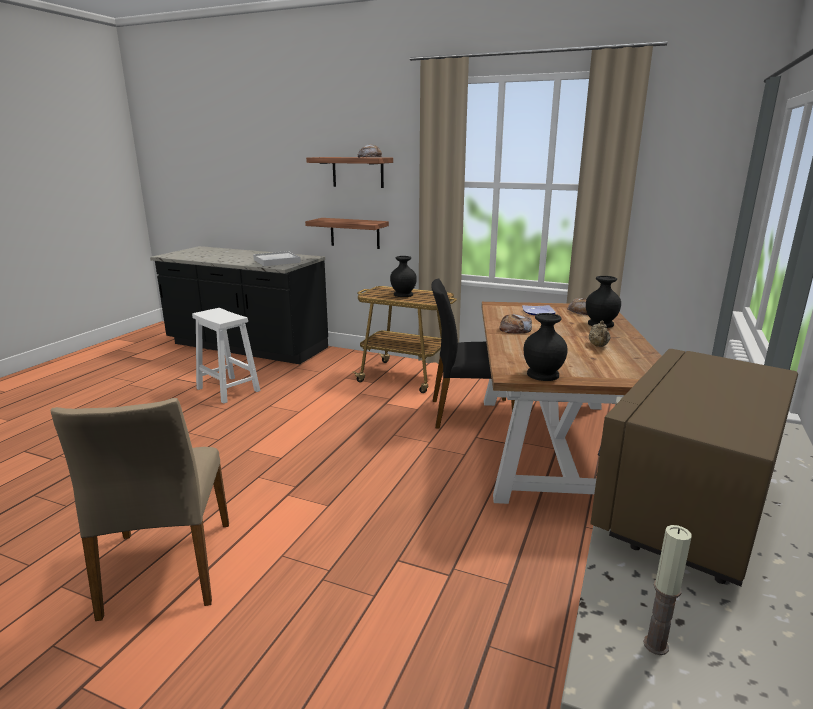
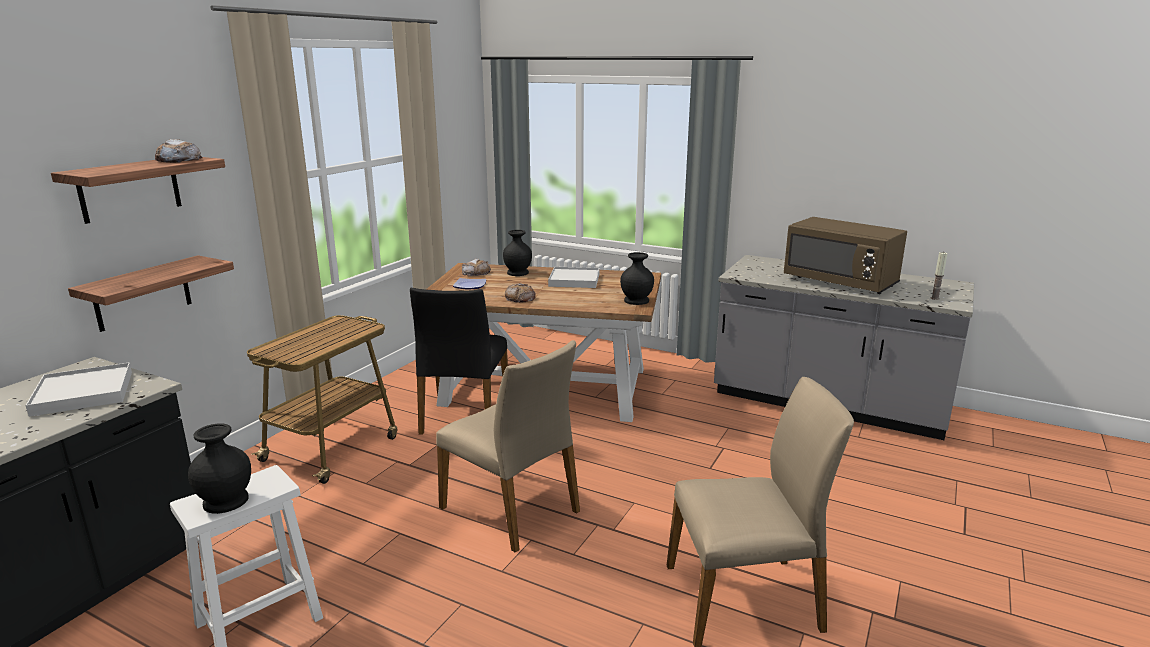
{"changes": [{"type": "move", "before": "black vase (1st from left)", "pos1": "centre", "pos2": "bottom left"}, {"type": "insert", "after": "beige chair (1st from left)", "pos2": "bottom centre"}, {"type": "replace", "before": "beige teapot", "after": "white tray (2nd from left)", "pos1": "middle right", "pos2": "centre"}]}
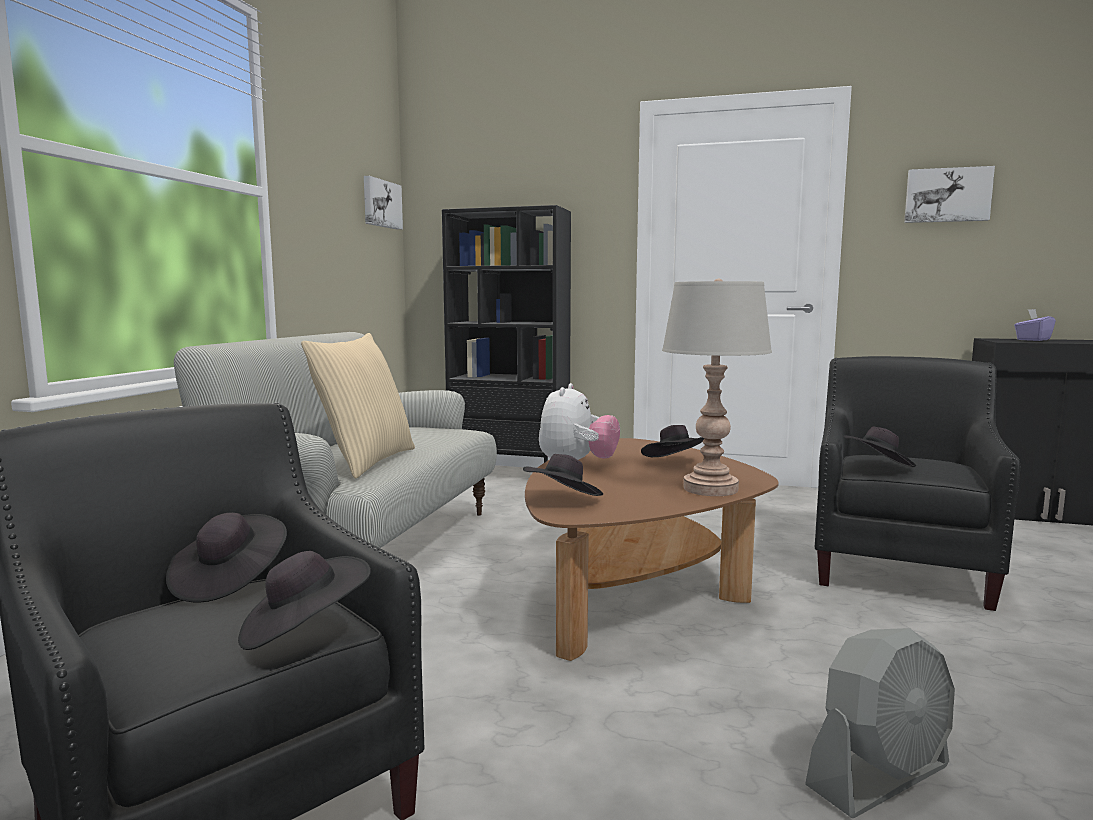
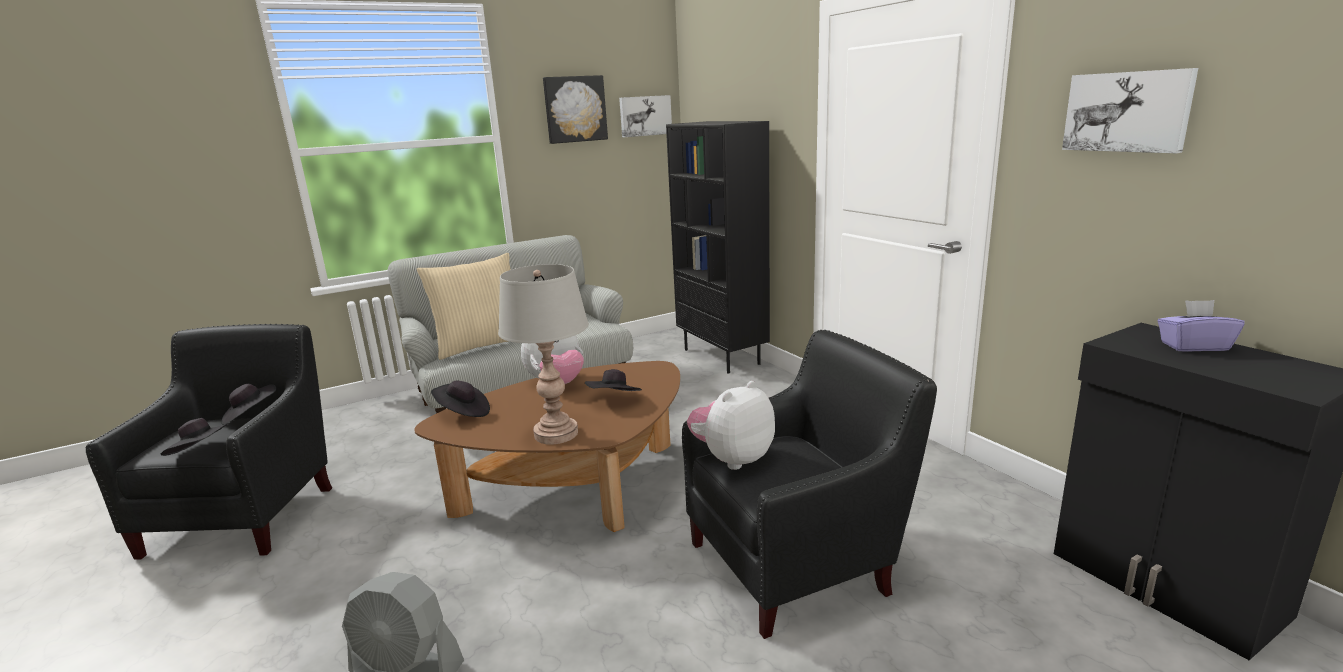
{"changes": [{"type": "insert", "after": "picture (1st from left)", "pos2": "top centre"}, {"type": "replace", "before": "black hat (5th from left)", "after": "plush toy (2nd from left)", "pos1": "middle right", "pos2": "centre"}]}
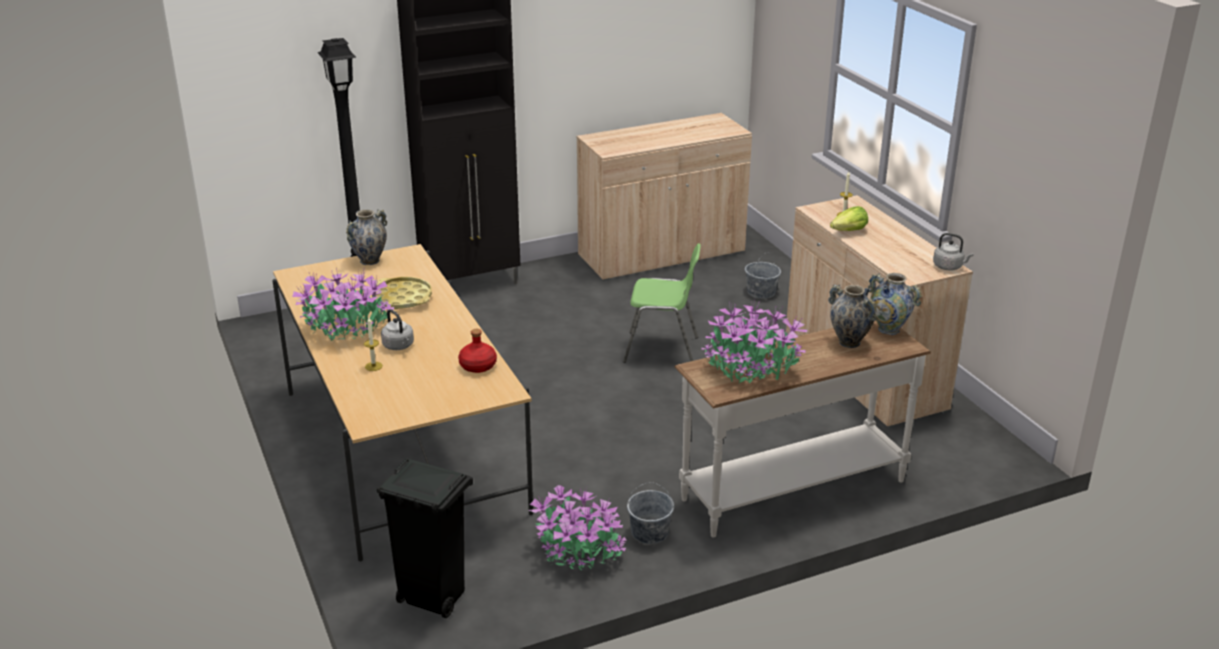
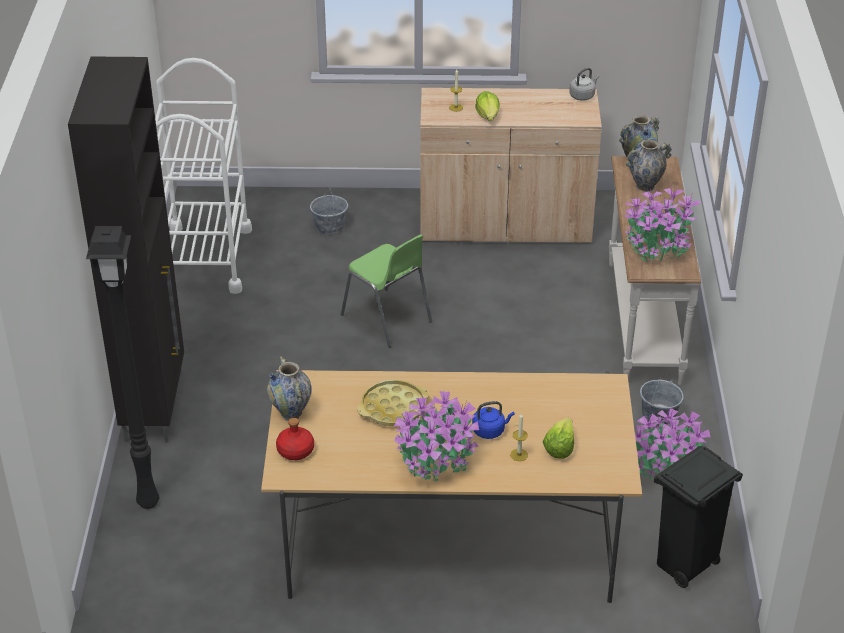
{"changes": [{"type": "replace", "before": "beige cabinet (1st from left)", "after": "white cart", "pos1": "top centre", "pos2": "top left"}, {"type": "move", "before": "red bottle", "pos1": "centre", "pos2": "bottom centre"}, {"type": "rotate", "before": "green chair", "pos1": "centre", "pos2": "centre", "turn": 105}, {"type": "recolor", "before": "grey kettle (1st from left)", "after": "blue kettle", "pos1": "middle left", "pos2": "centre"}, {"type": "insert", "after": "lettuce (2nd from left)", "pos2": "bottom centre"}]}
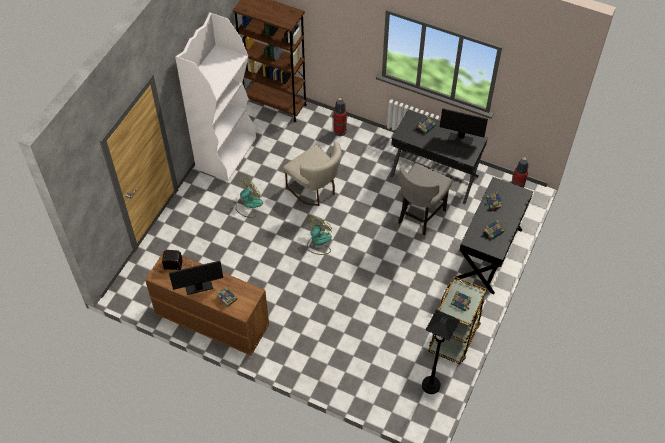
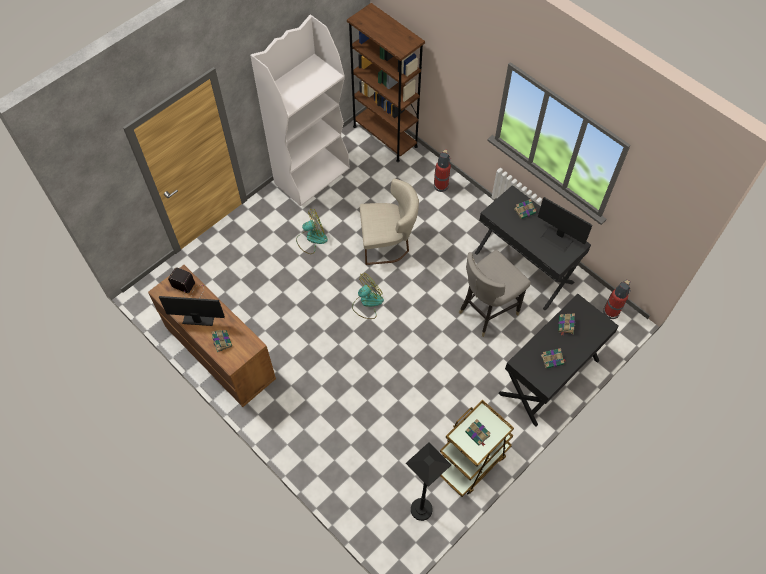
{"changes": [{"type": "rotate", "before": "beige chair", "pos1": "centre", "pos2": "centre", "turn": -75}]}
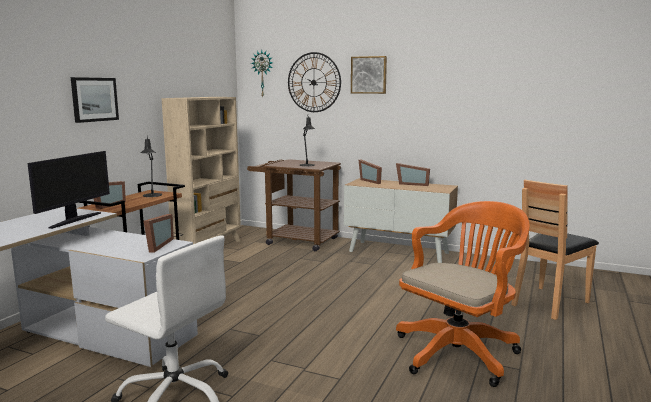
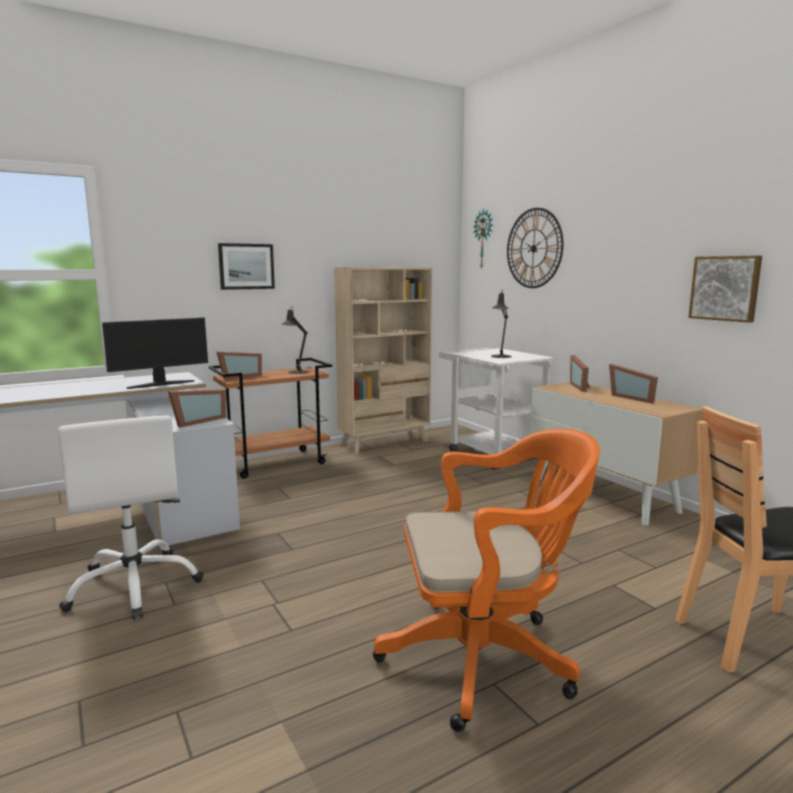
{"changes": [{"type": "recolor", "before": "brown cart (2nd from left)", "after": "white cart", "pos1": "centre", "pos2": "centre"}, {"type": "move", "before": "picture (2nd from left)", "pos1": "top centre", "pos2": "middle right"}]}
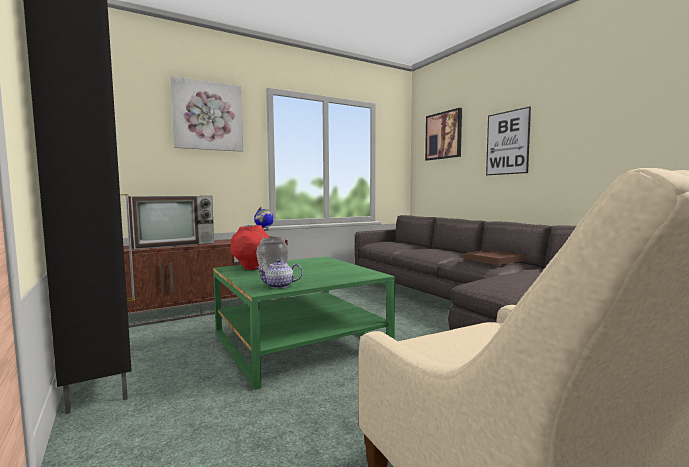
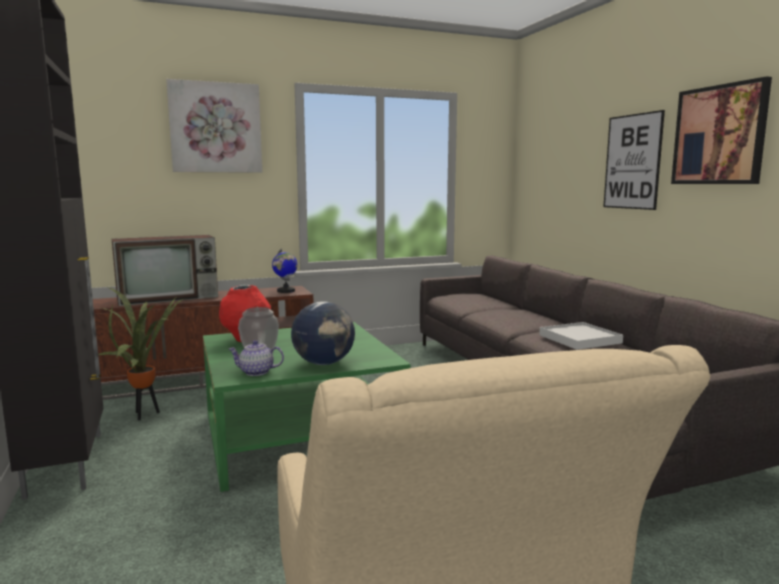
{"changes": [{"type": "insert", "after": "potted plant", "pos2": "middle left"}, {"type": "insert", "after": "globe (2nd from left)", "pos2": "centre"}, {"type": "recolor", "before": "brown tray", "after": "white tray", "pos1": "middle right", "pos2": "middle right"}, {"type": "move", "before": "picture (2nd from left in the first image)", "after": "picture (3rd from left)", "pos1": "top centre", "pos2": "top right"}]}
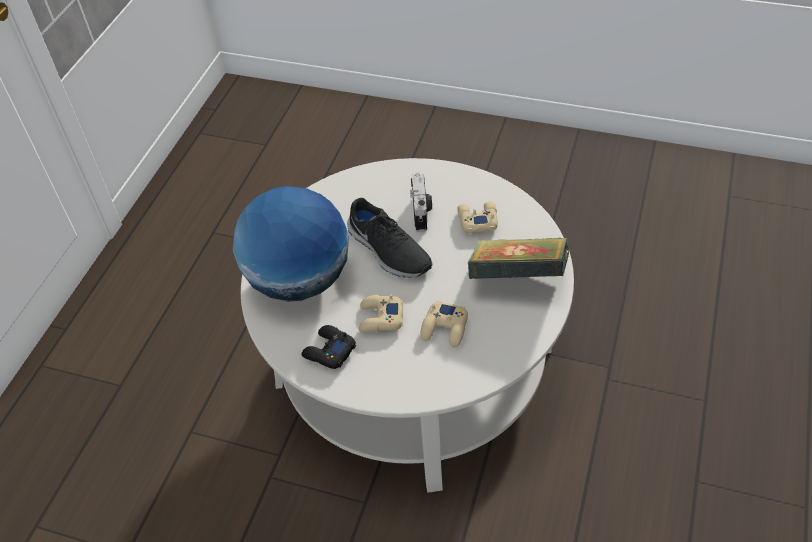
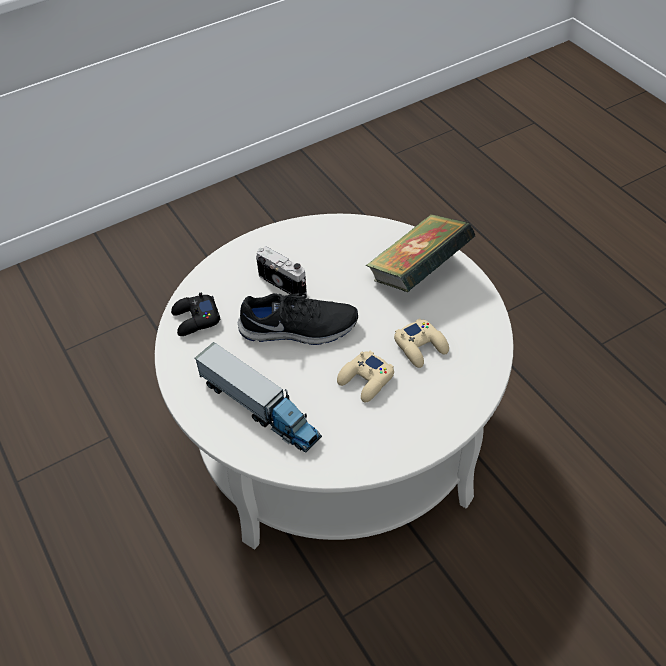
{"changes": [{"type": "move", "before": "black game controller", "pos1": "centre", "pos2": "middle left"}, {"type": "replace", "before": "globe", "after": "toy truck", "pos1": "centre", "pos2": "centre"}, {"type": "delete", "before": "beige game controller (3rd from left)", "pos1": "centre"}]}
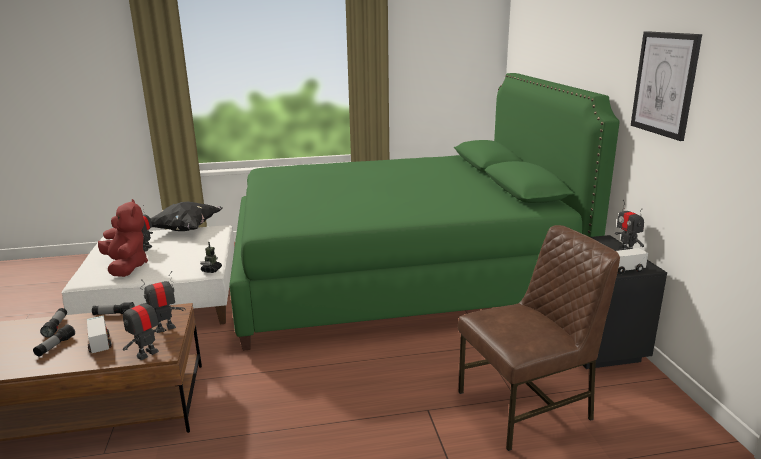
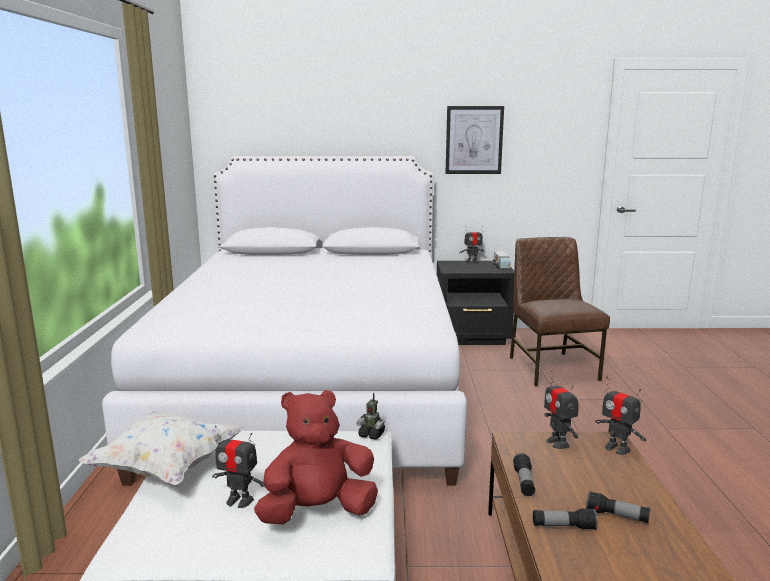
{"changes": [{"type": "recolor", "before": "black pillow", "after": "white pillow", "pos1": "middle left", "pos2": "bottom left"}, {"type": "recolor", "before": "green bed", "after": "white bed", "pos1": "centre", "pos2": "centre"}, {"type": "delete", "before": "toy truck (1st from left)", "pos1": "bottom left"}]}
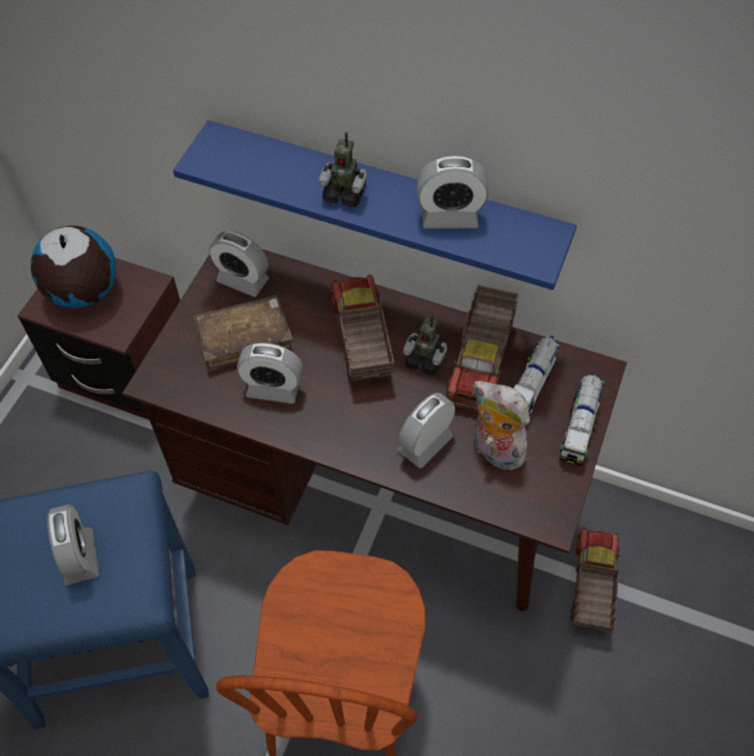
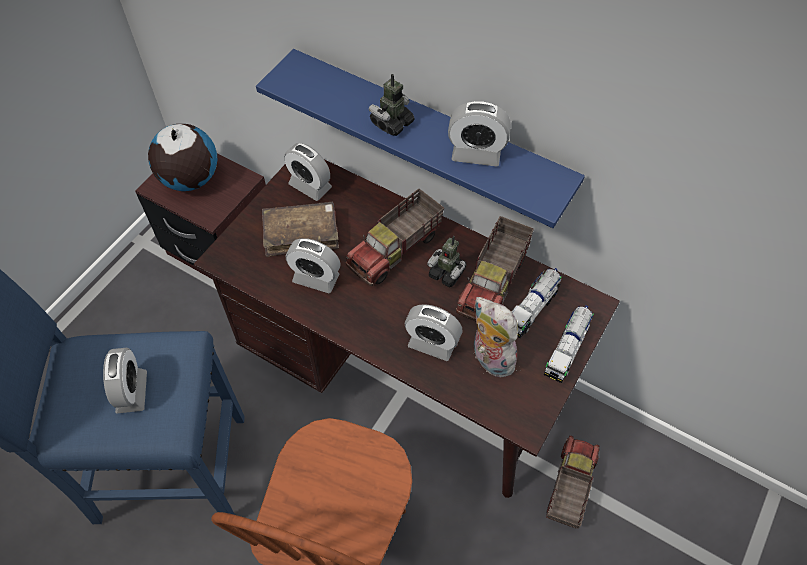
{"changes": [{"type": "rotate", "before": "toy truck (1st from left)", "pos1": "centre", "pos2": "centre", "turn": -135}, {"type": "rotate", "before": "toy robot (1st from left)", "pos1": "top centre", "pos2": "top centre", "turn": 105}, {"type": "rotate", "before": "alarm clock (4th from left)", "pos1": "centre", "pos2": "centre", "turn": -120}]}
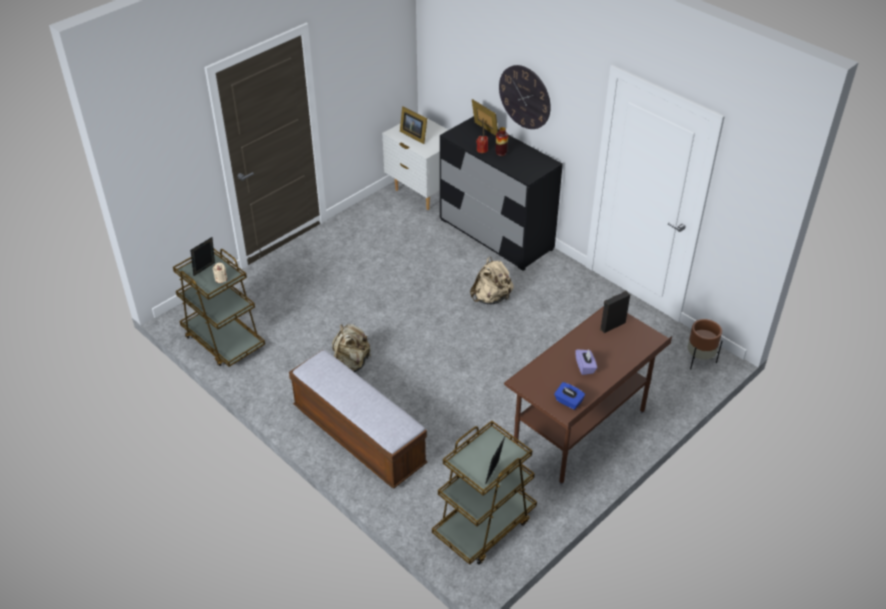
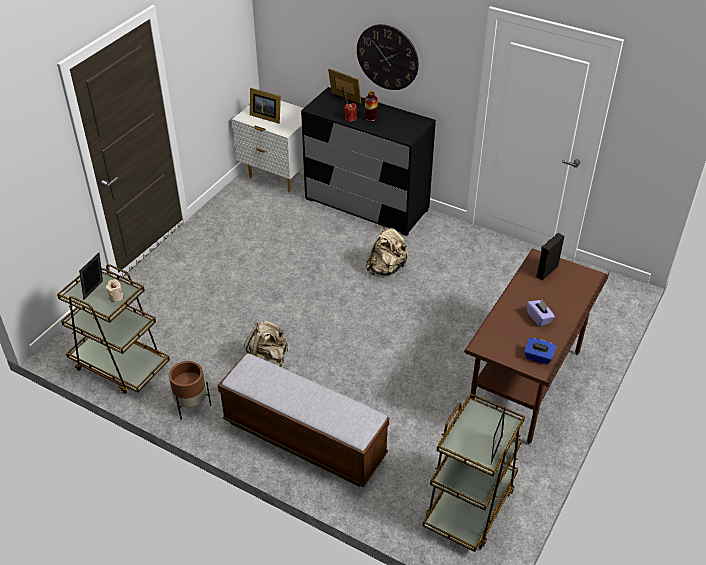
{"changes": [{"type": "move", "before": "brown planter", "pos1": "middle right", "pos2": "bottom left"}]}
